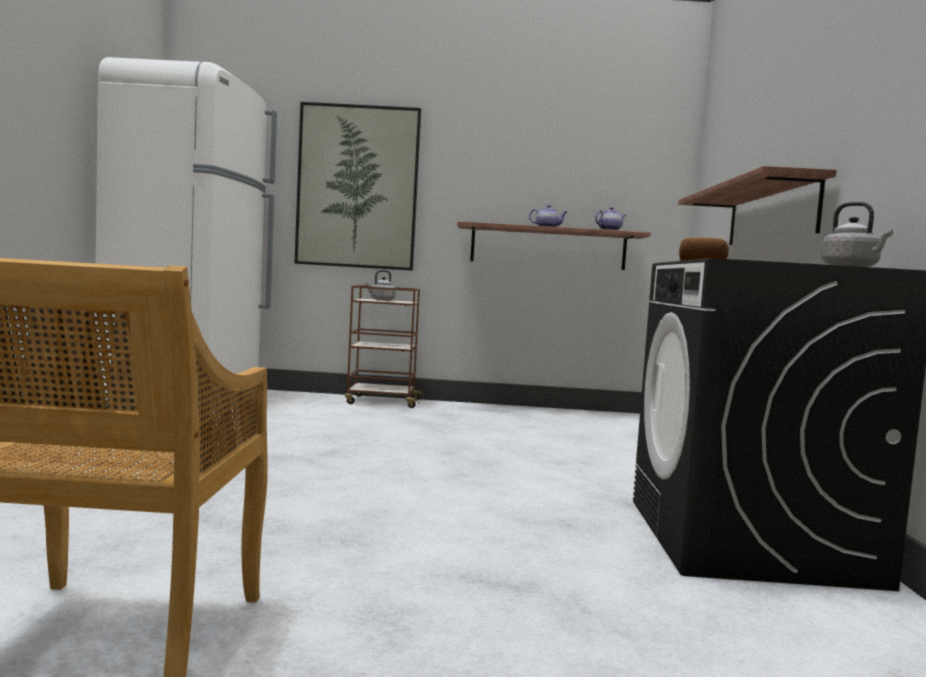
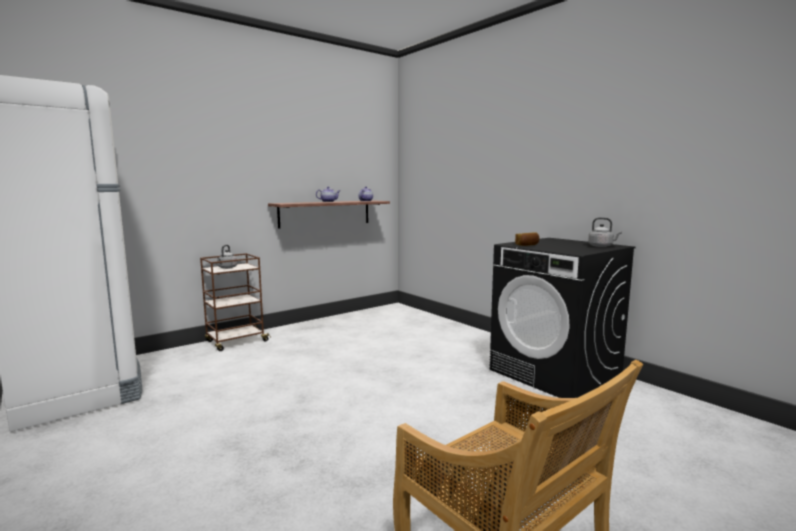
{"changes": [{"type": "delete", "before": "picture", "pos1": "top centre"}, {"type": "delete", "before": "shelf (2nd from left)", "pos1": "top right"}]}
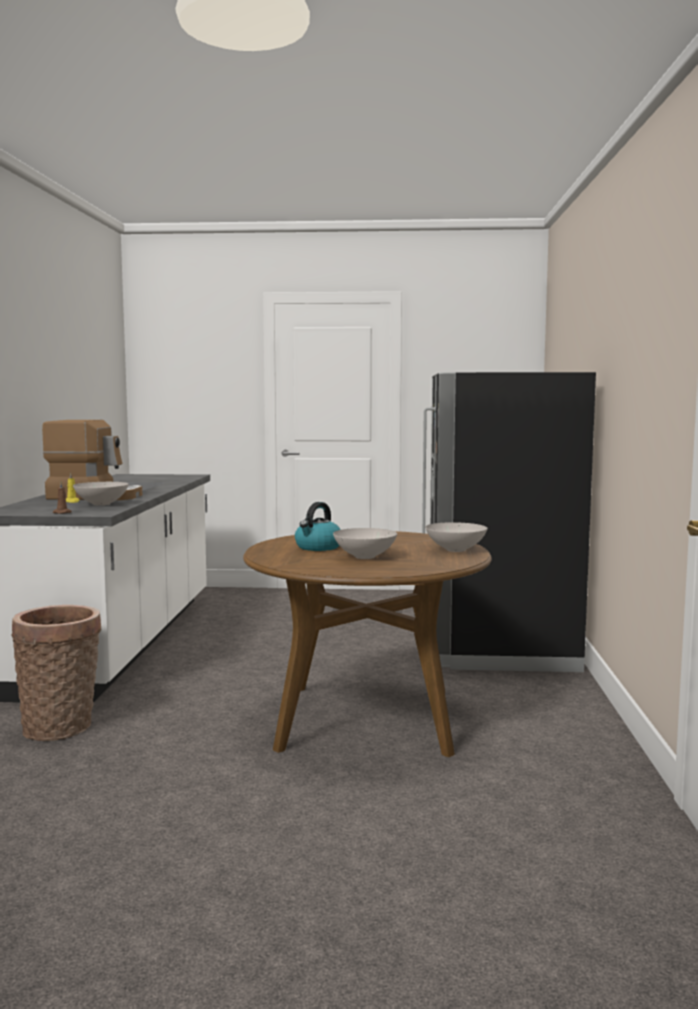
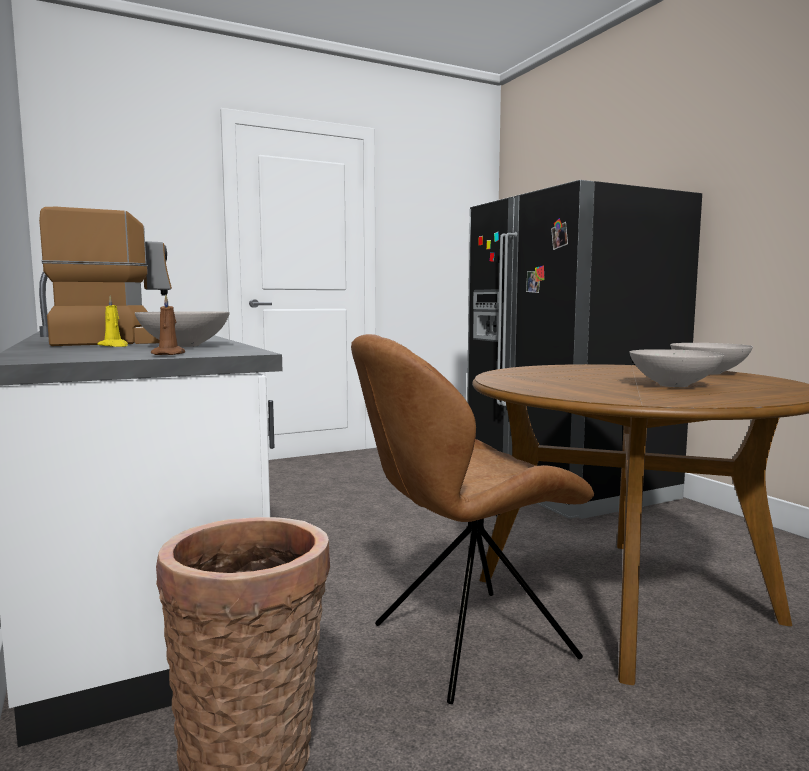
{"changes": [{"type": "insert", "after": "brown chair", "pos2": "bottom centre"}, {"type": "delete", "before": "kettle", "pos1": "centre"}]}
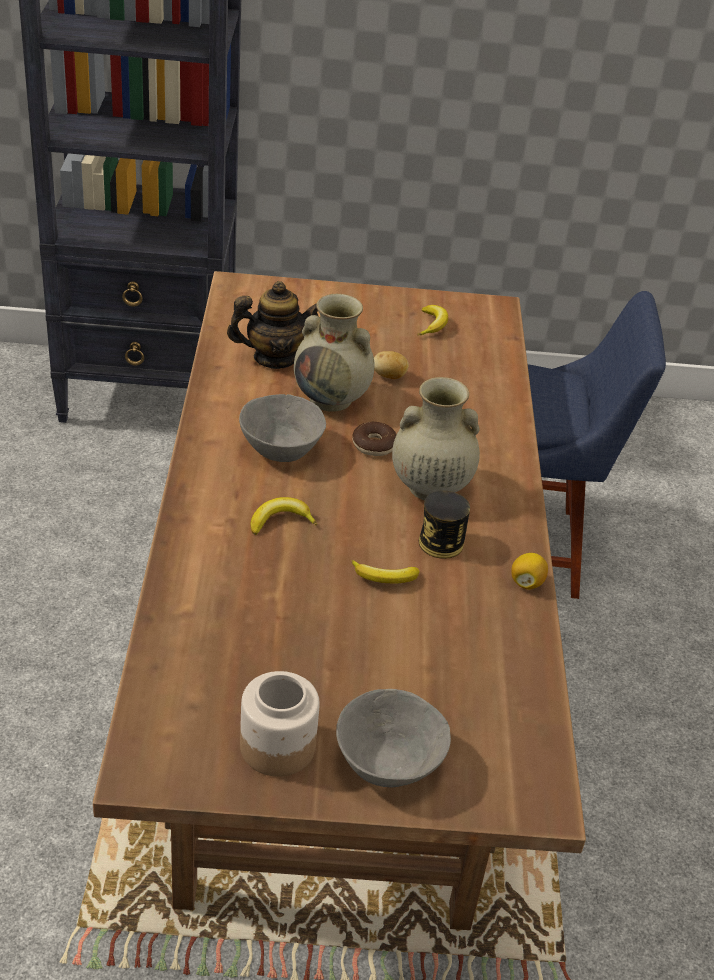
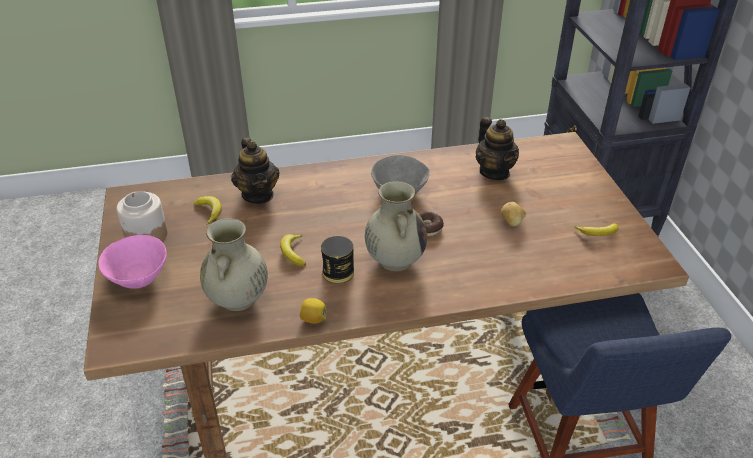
{"changes": [{"type": "recolor", "before": "grey bowl (2nd from left)", "after": "pink bowl", "pos1": "bottom centre", "pos2": "middle left"}, {"type": "move", "before": "banana (1st from left)", "pos1": "centre", "pos2": "middle left"}, {"type": "move", "before": "beige vase (1st from left)", "pos1": "centre", "pos2": "middle left"}, {"type": "insert", "after": "teapot (1st from left)", "pos2": "centre"}]}
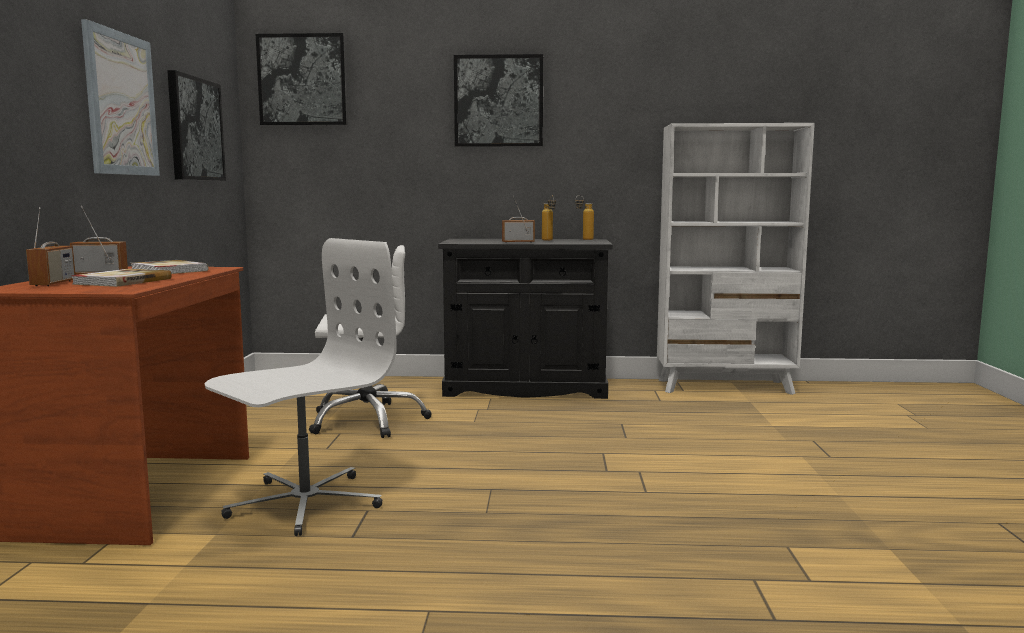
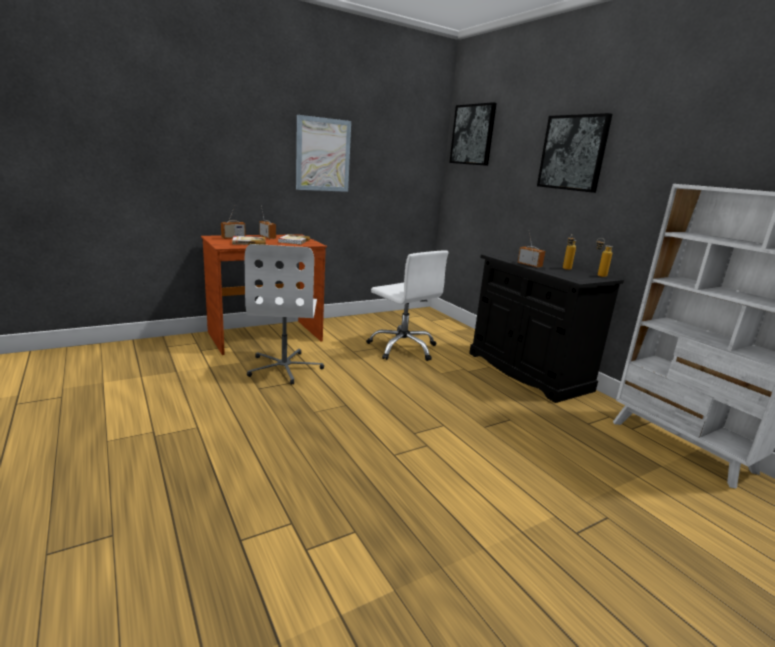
{"changes": [{"type": "rotate", "before": "white office chair (1st from left)", "pos1": "middle left", "pos2": "centre", "turn": 75}, {"type": "delete", "before": "picture (2nd from left)", "pos1": "top left"}]}
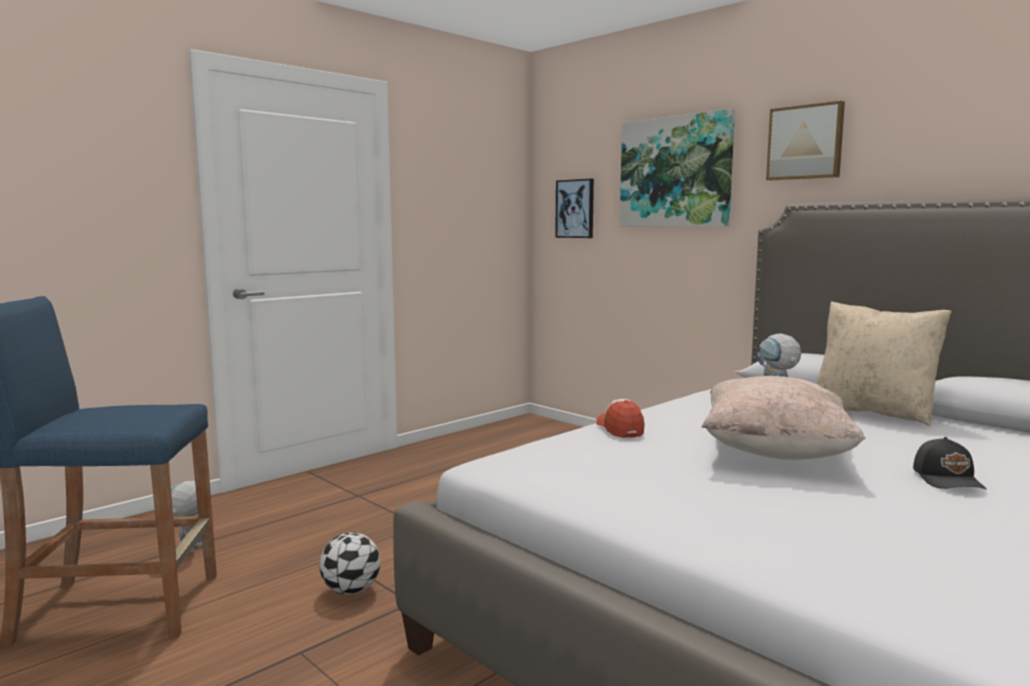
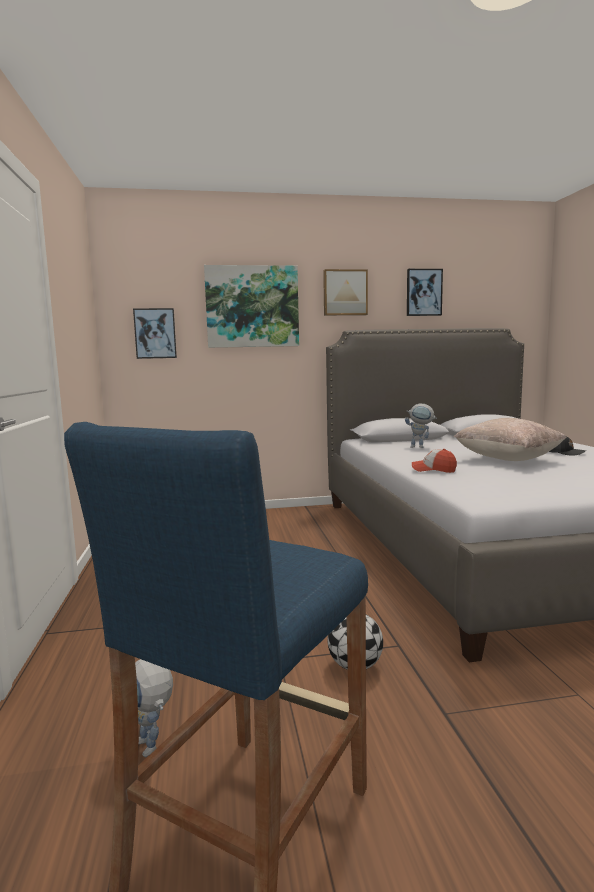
{"changes": [{"type": "insert", "after": "picture (4th from left)", "pos2": "top right"}, {"type": "delete", "before": "beige pillow (2nd from left)", "pos1": "middle right"}]}
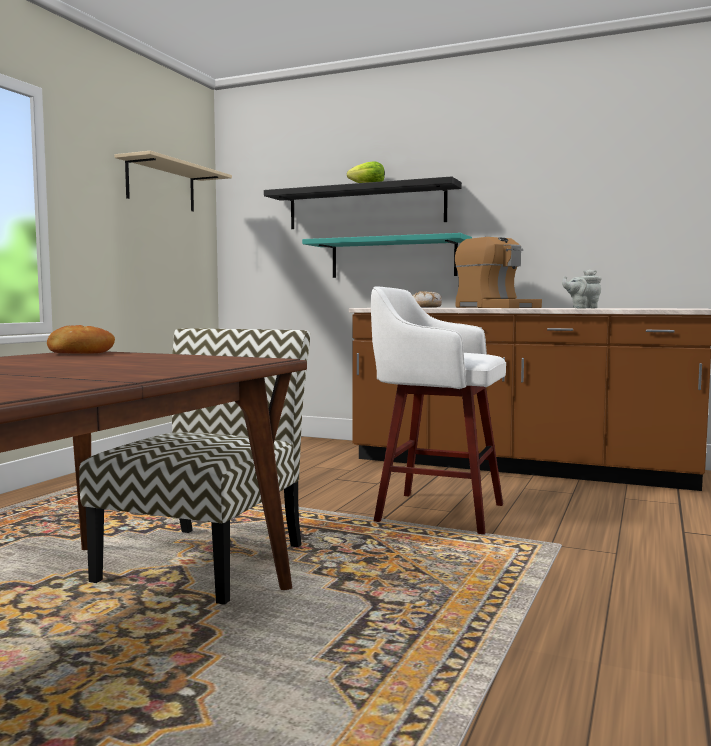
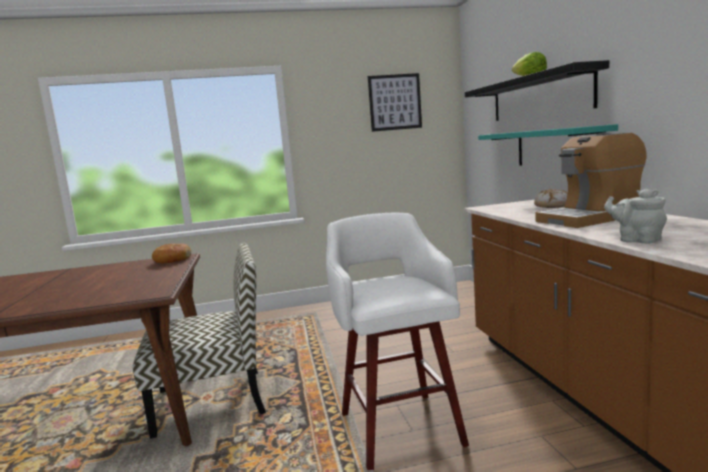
{"changes": [{"type": "replace", "before": "beige shelf", "after": "picture", "pos1": "top left", "pos2": "top centre"}, {"type": "rotate", "before": "coffee machine", "pos1": "middle right", "pos2": "middle right", "turn": 45}]}
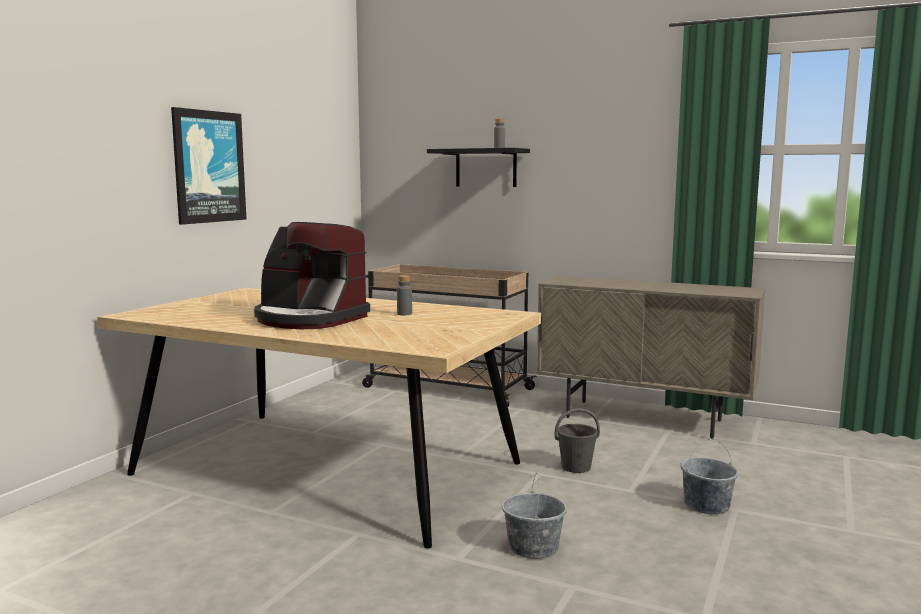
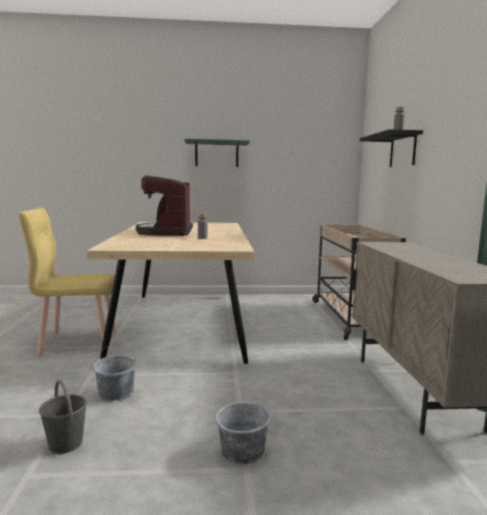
{"changes": [{"type": "insert", "after": "yellow chair", "pos2": "middle left"}, {"type": "move", "before": "grey bucket (2nd from left in the first image)", "after": "grey bucket (1st from left)", "pos1": "bottom centre", "pos2": "bottom left"}, {"type": "replace", "before": "picture", "after": "green shelf", "pos1": "top left", "pos2": "top centre"}]}
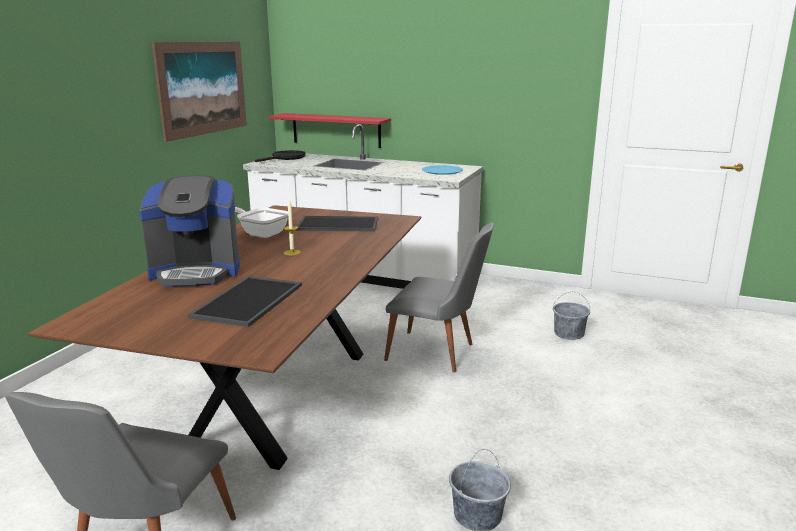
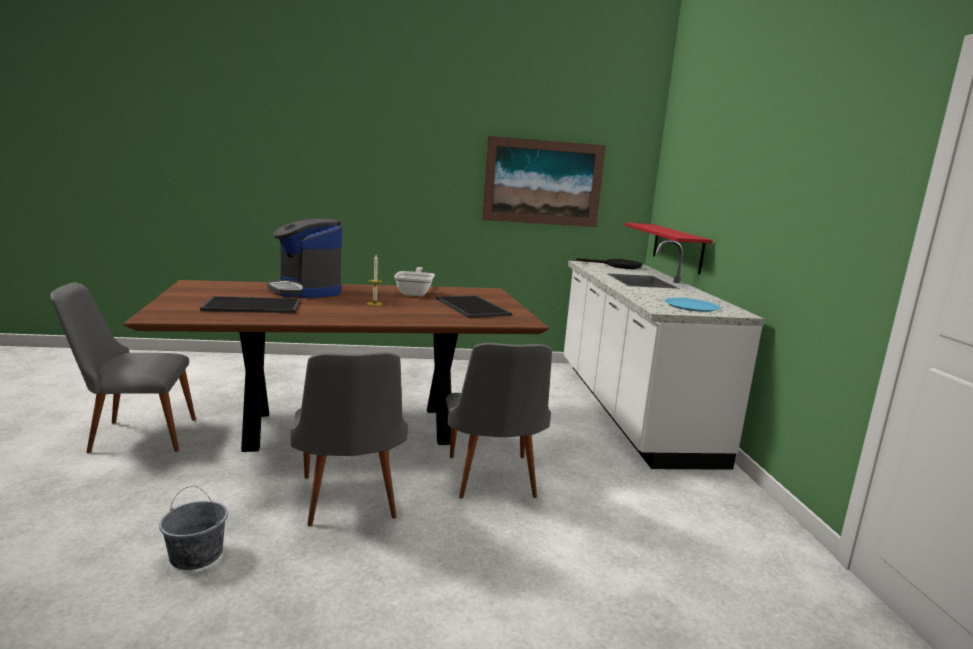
{"changes": [{"type": "insert", "after": "grey chair (2nd from left)", "pos2": "bottom centre"}, {"type": "delete", "before": "grey bucket (2nd from left)", "pos1": "middle right"}]}
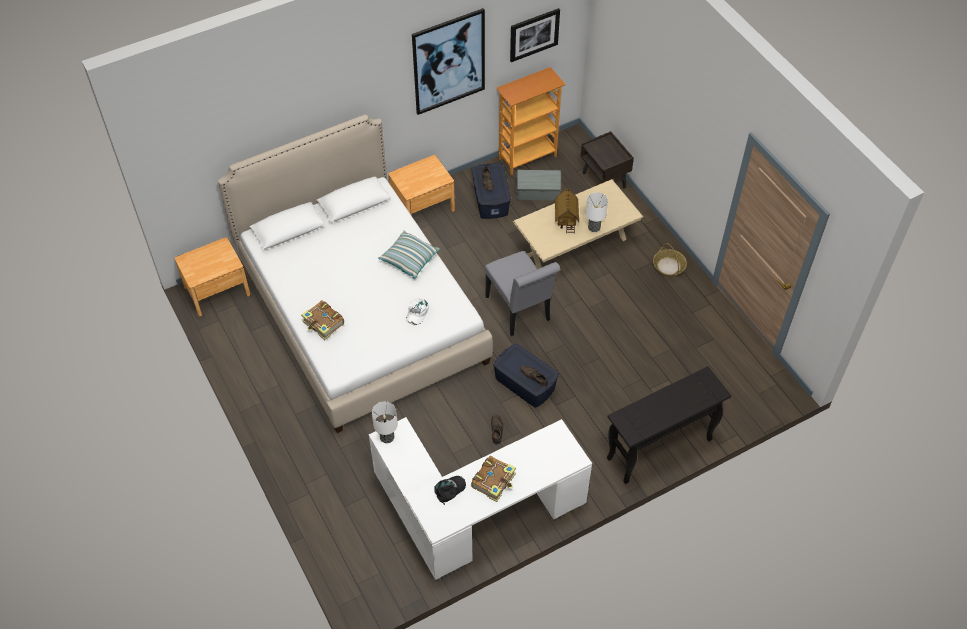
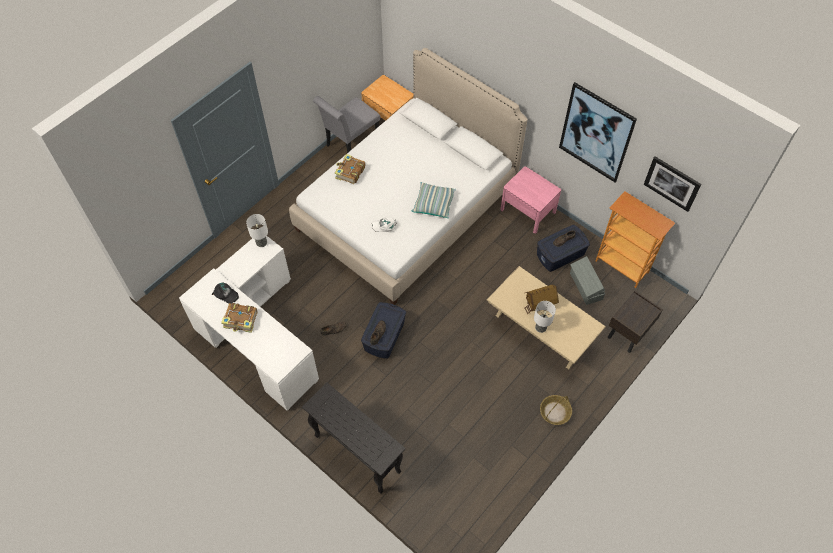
{"changes": [{"type": "move", "before": "grey chair", "pos1": "centre", "pos2": "top centre"}, {"type": "recolor", "before": "brown nightstand (2nd from left)", "after": "pink nightstand", "pos1": "top centre", "pos2": "centre"}]}
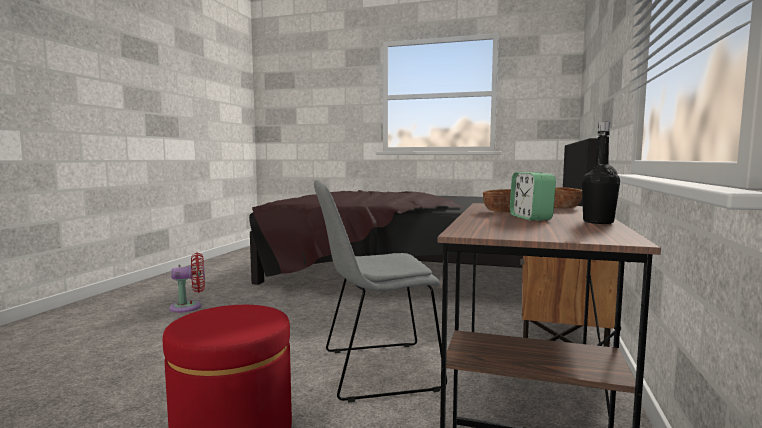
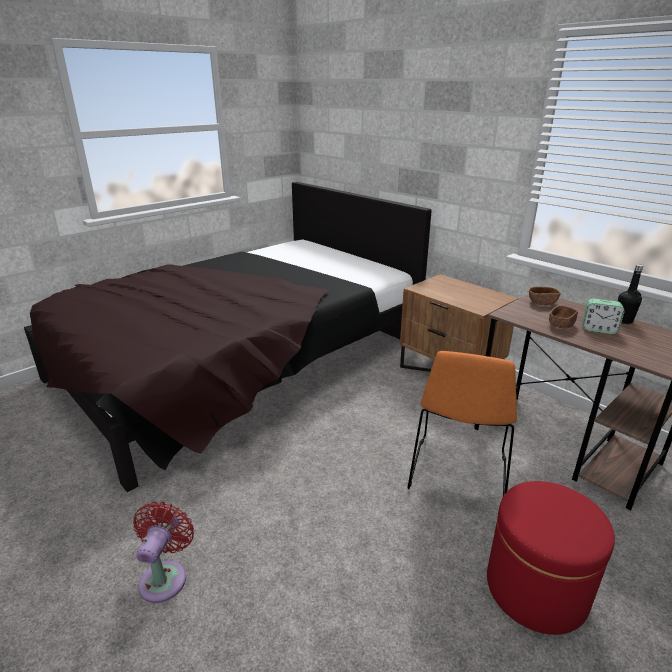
{"changes": [{"type": "recolor", "before": "grey chair", "after": "orange chair", "pos1": "bottom centre", "pos2": "middle right"}]}
